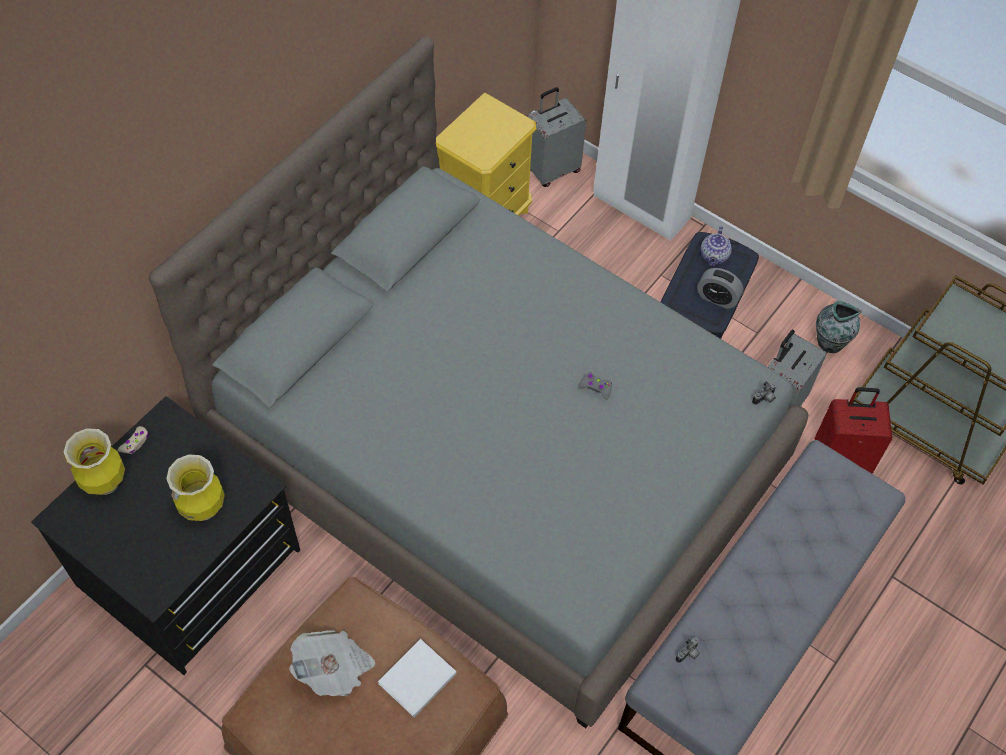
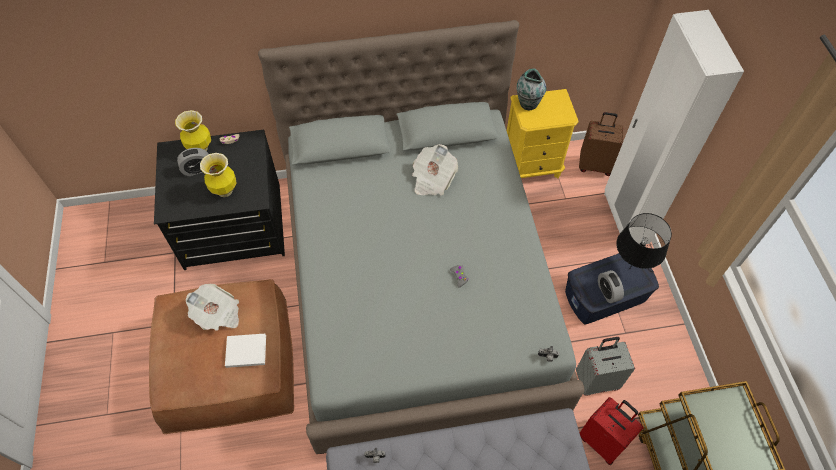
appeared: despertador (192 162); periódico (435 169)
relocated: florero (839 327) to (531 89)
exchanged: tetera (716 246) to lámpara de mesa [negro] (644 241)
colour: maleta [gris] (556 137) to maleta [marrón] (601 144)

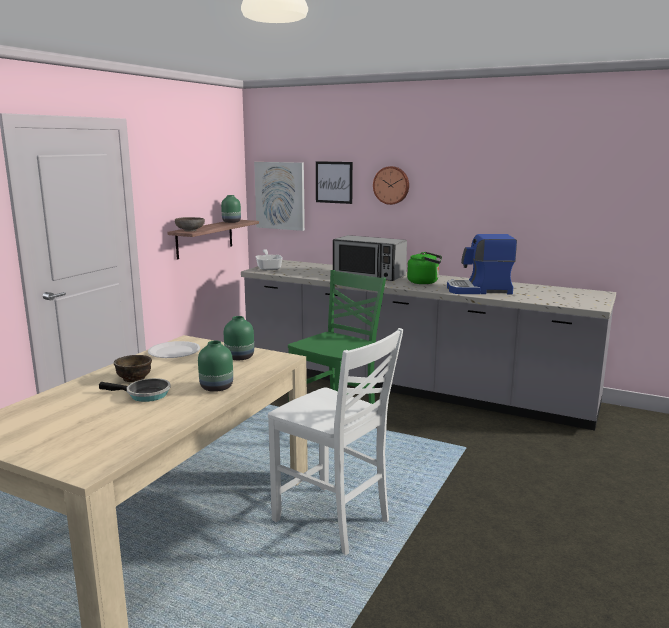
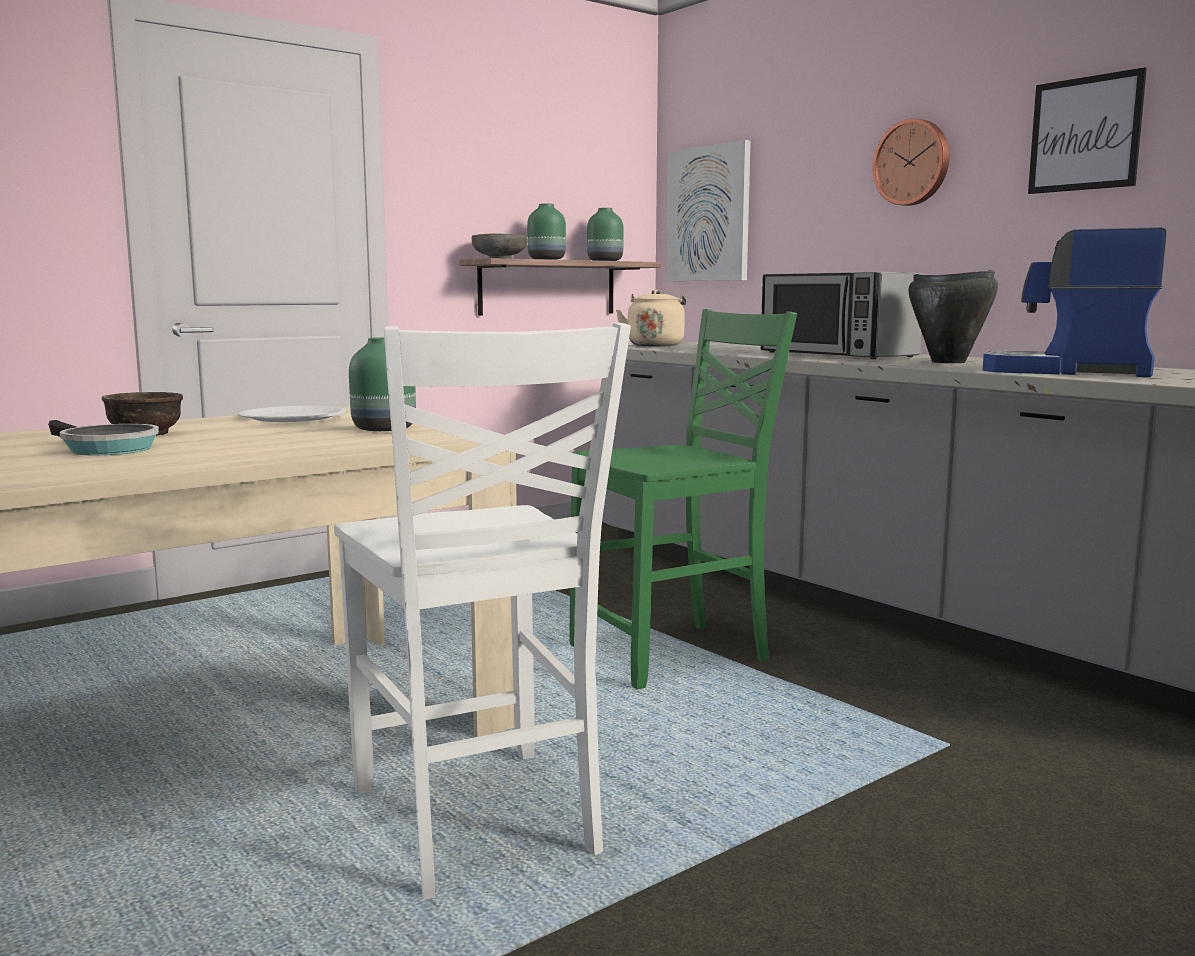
relocated: florero [verde] (215 366) to (546 231); cuadro (334 182) to (1087 130)
exchanged: sartén (269 260) to hervidor [beis] (651 318); hervidor [verde] (424 268) to olla [negro] (953 316)

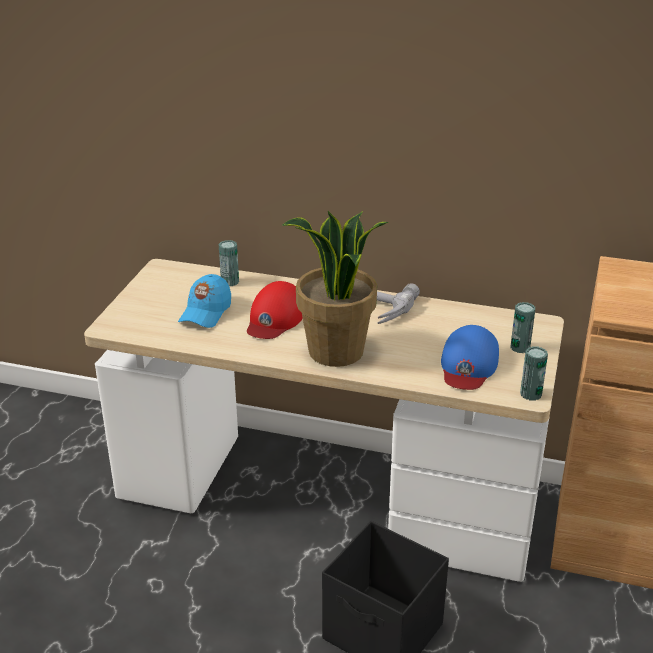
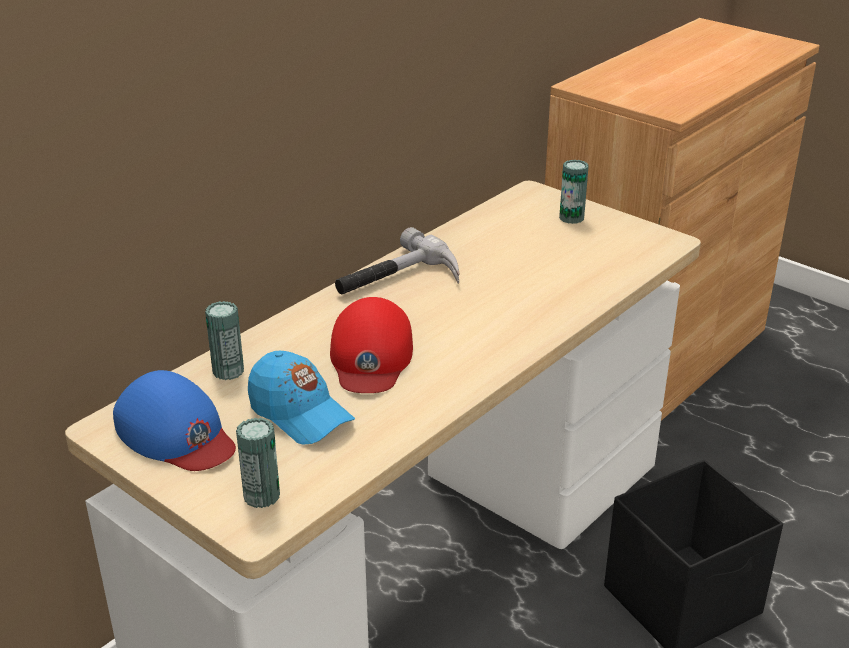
missing: planta en maceta (335 289)
relocated: gorra [azul] (470 357) to (174 420); lata (534 373) to (258 463)
spun: gorra [rojo] (275 310) = (371 345) 45 degrees clockwise

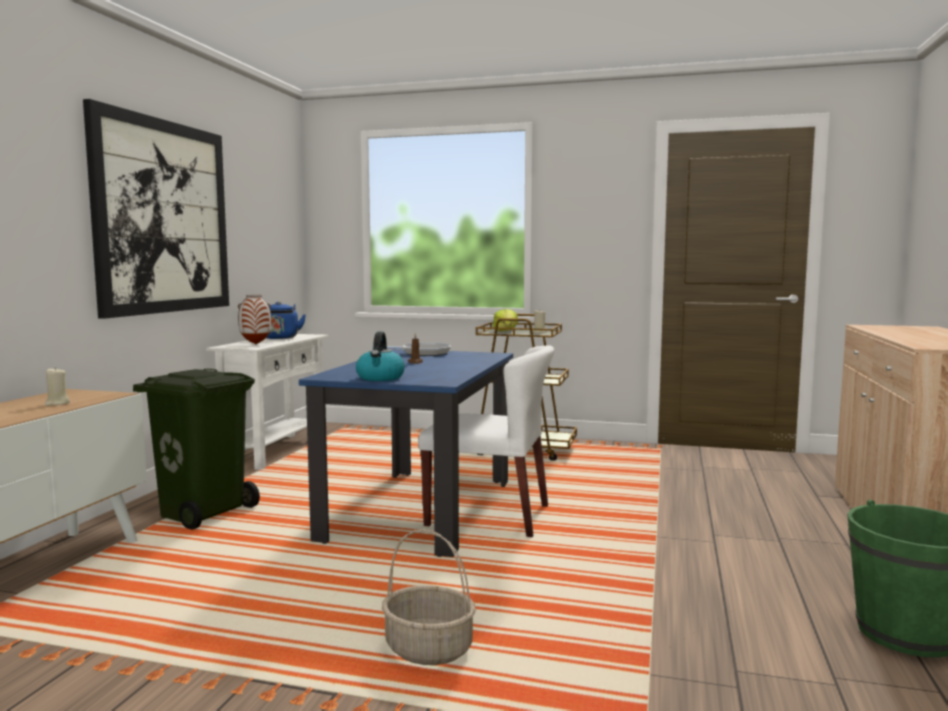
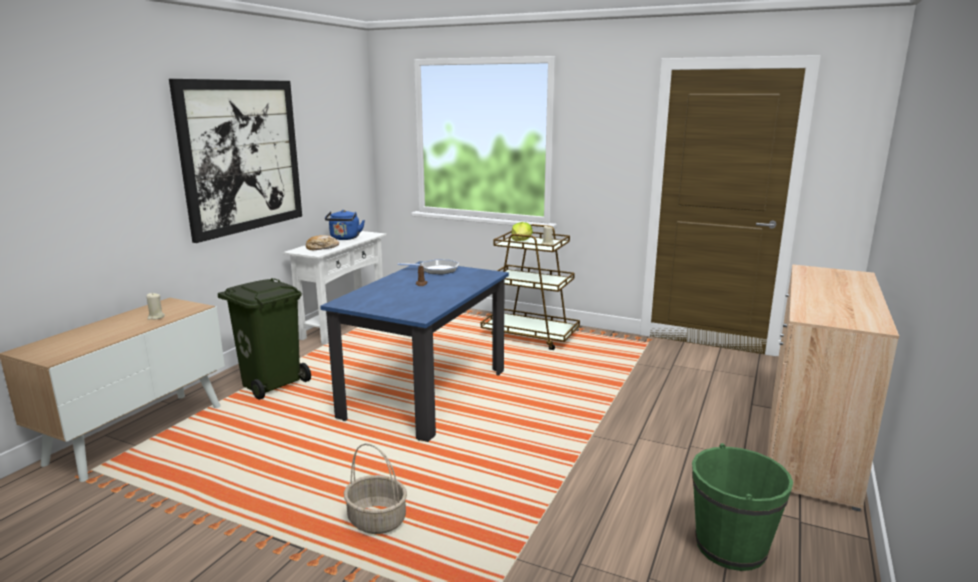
missing: hervidor (380 356); silla [blanco] (486 441)
exchanged: florero (255 319) to pan (322 242)

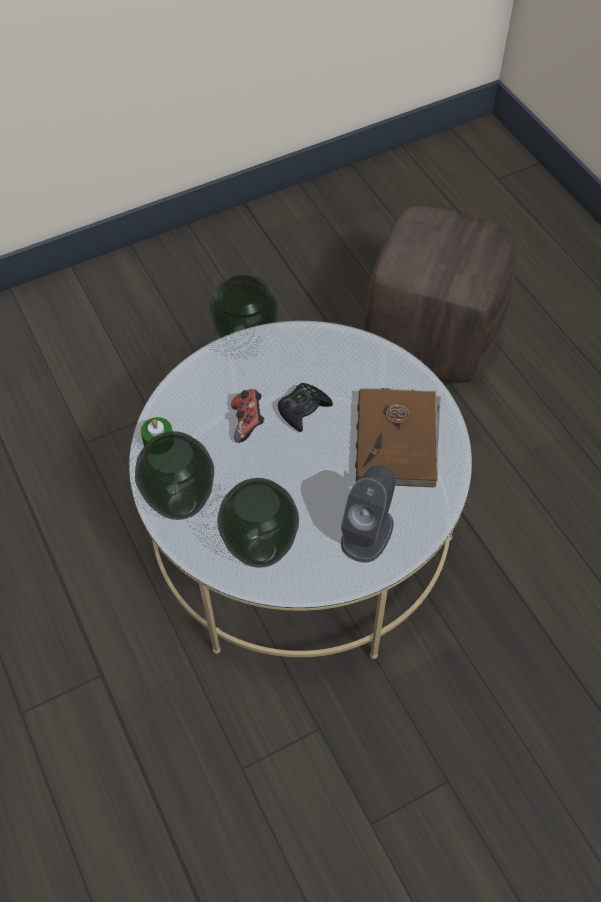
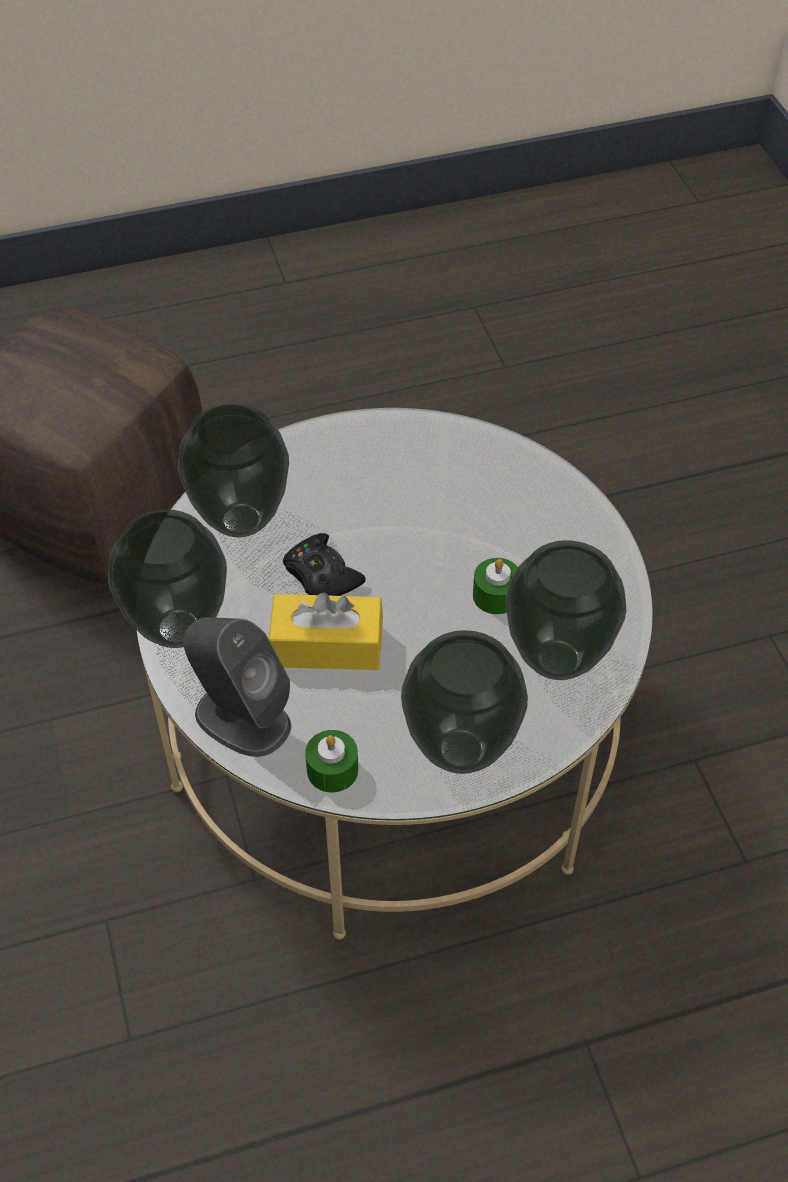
missing: libro [marrón] (397 437)
appeared: florero (233 470); vela [verde] (495 586)
relocated: altavoz [gris] (368 514) to (237 687)
exchanged: mando de consola (247 416) to caja de pañuelos [amarillo] (326 631)

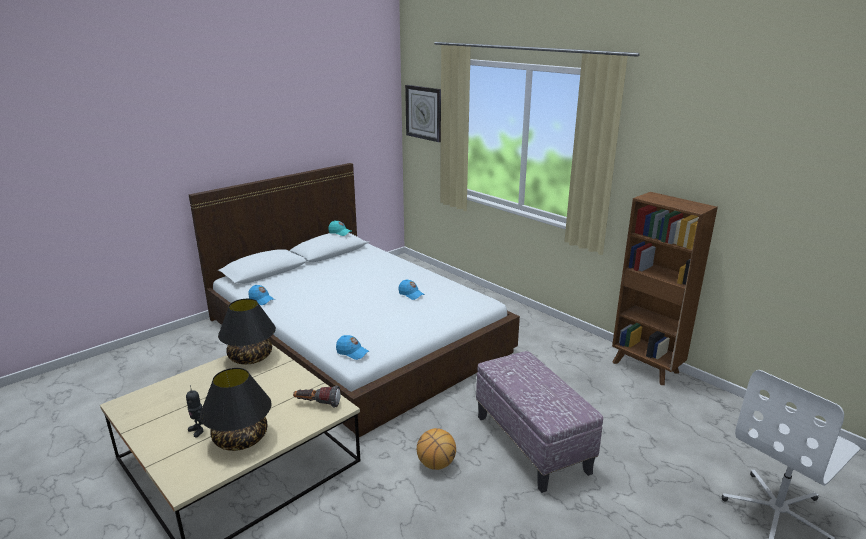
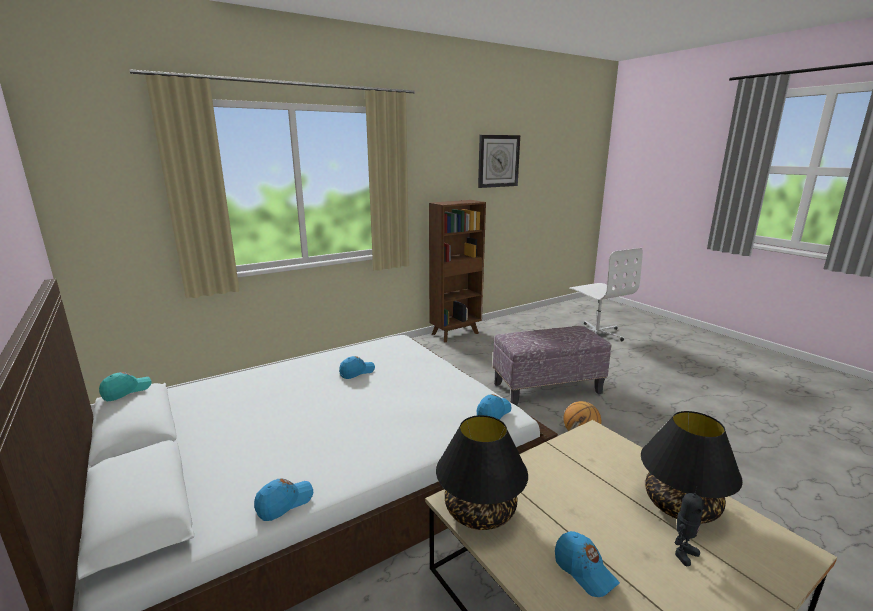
missing: linterna (317 396)
appeared: gorra [azul] (587 564)
relocated: reloj de pared (423 113) to (499 161)

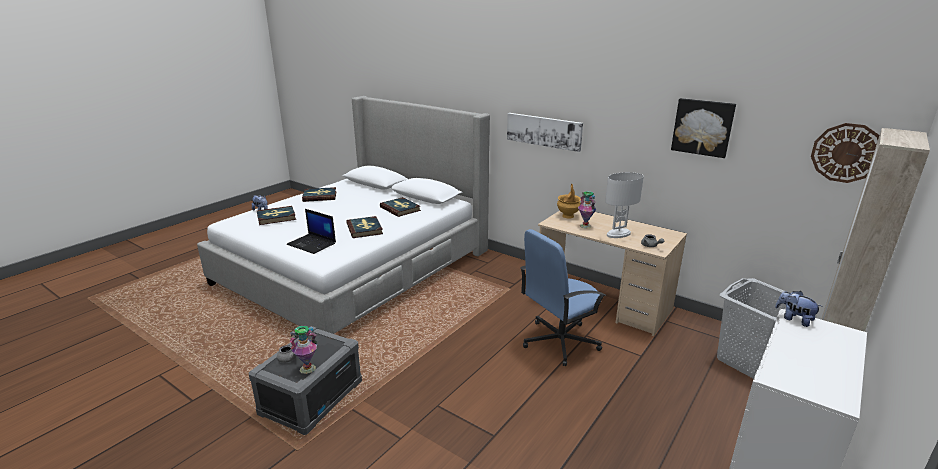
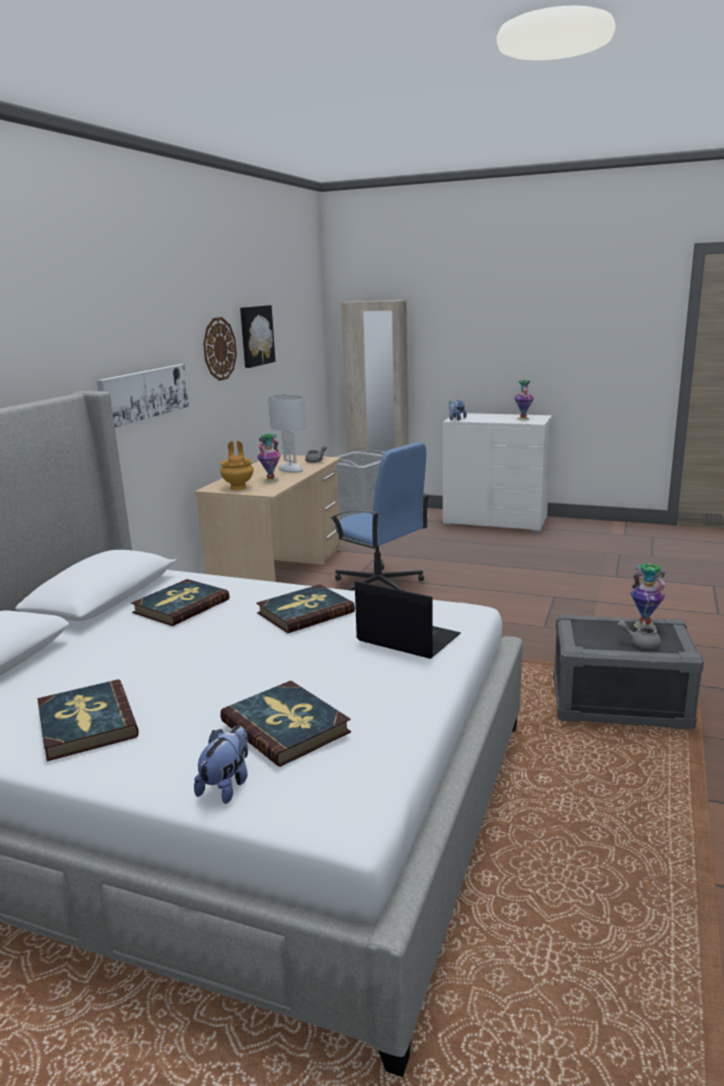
appeared: florero (524 400)
relocated: reloj de pared (845 153) to (220 349)
spun: portátil (311 231) = (408 620) 75 degrees counterclockwise

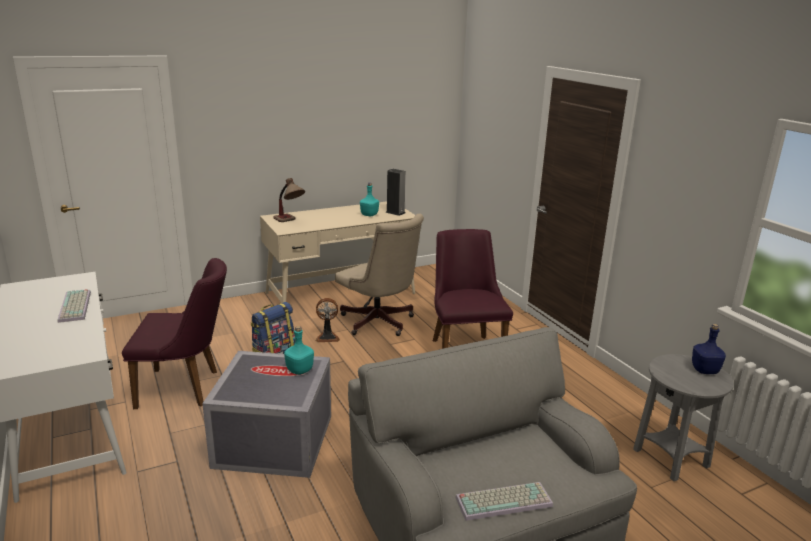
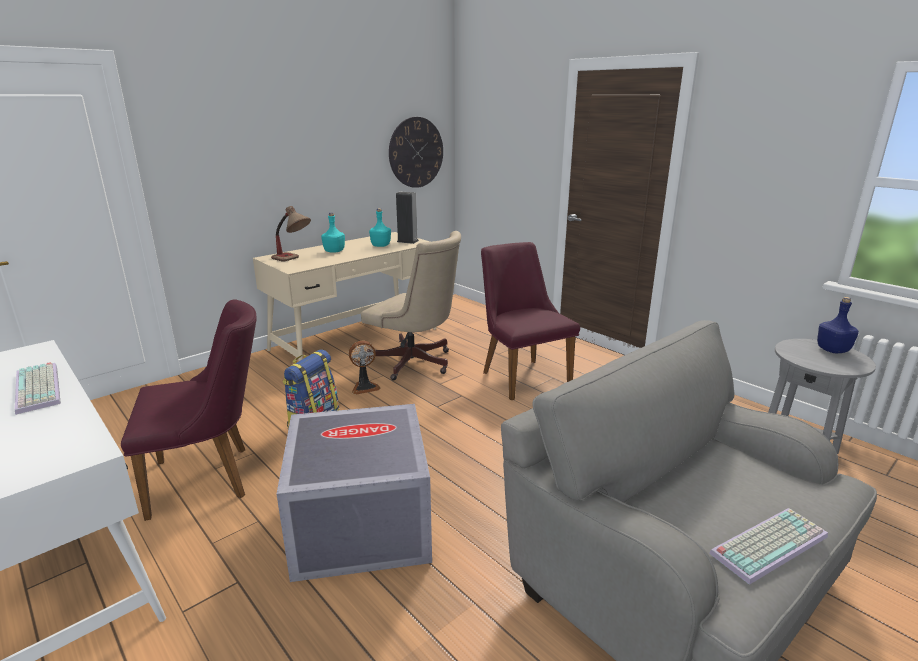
appeared: reloj de pared (416 152)
relocated: botella [turquesa] (299 350) to (333 233)

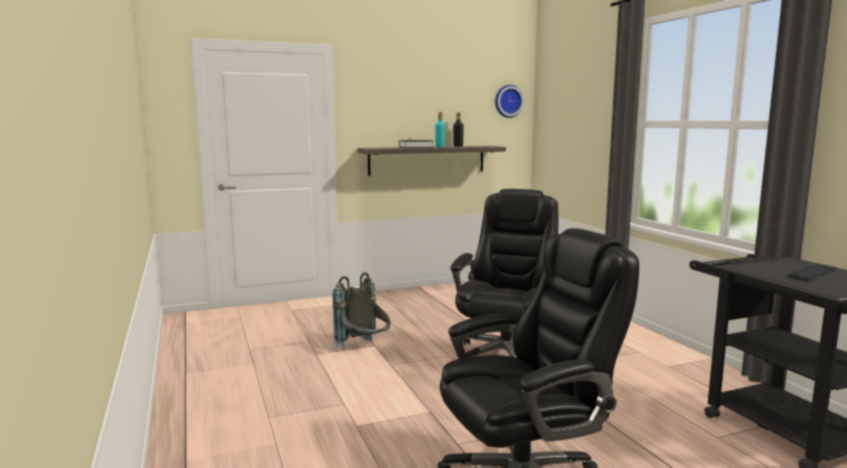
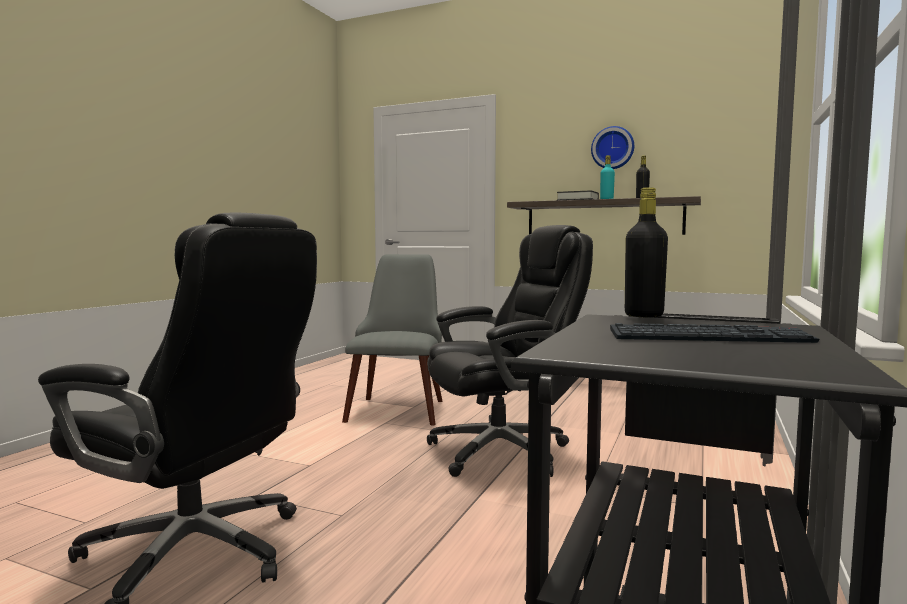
appeared: botella [negro] (646 252)
relocated: reloj de pared (509 101) to (612 147)
exchanged: mochila [gris] (361 310) to silla [gris] (392 339)

